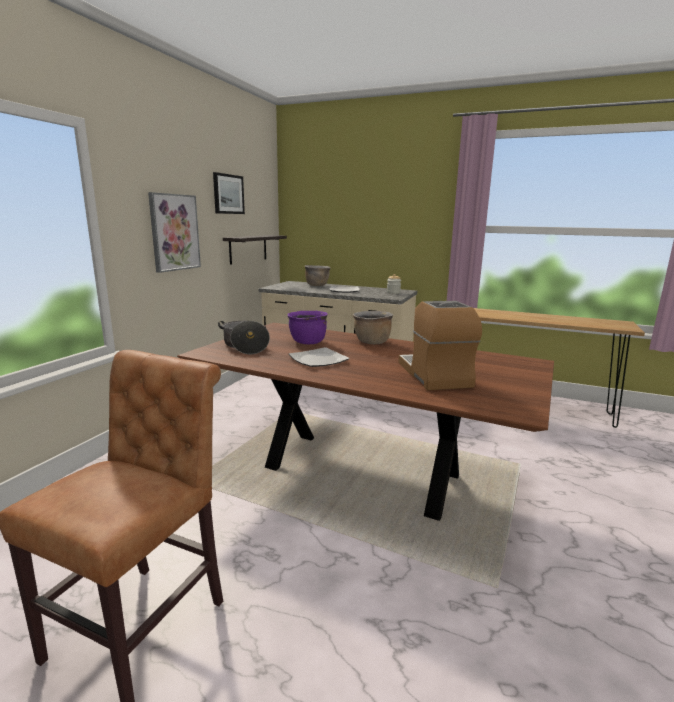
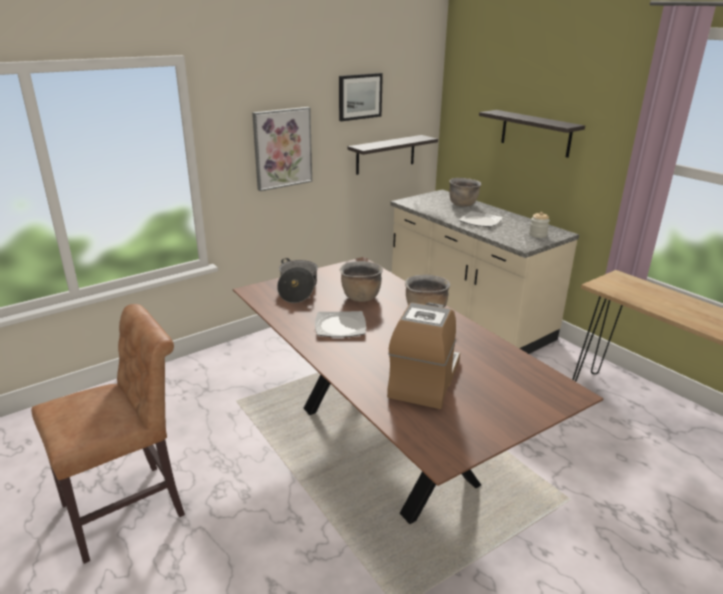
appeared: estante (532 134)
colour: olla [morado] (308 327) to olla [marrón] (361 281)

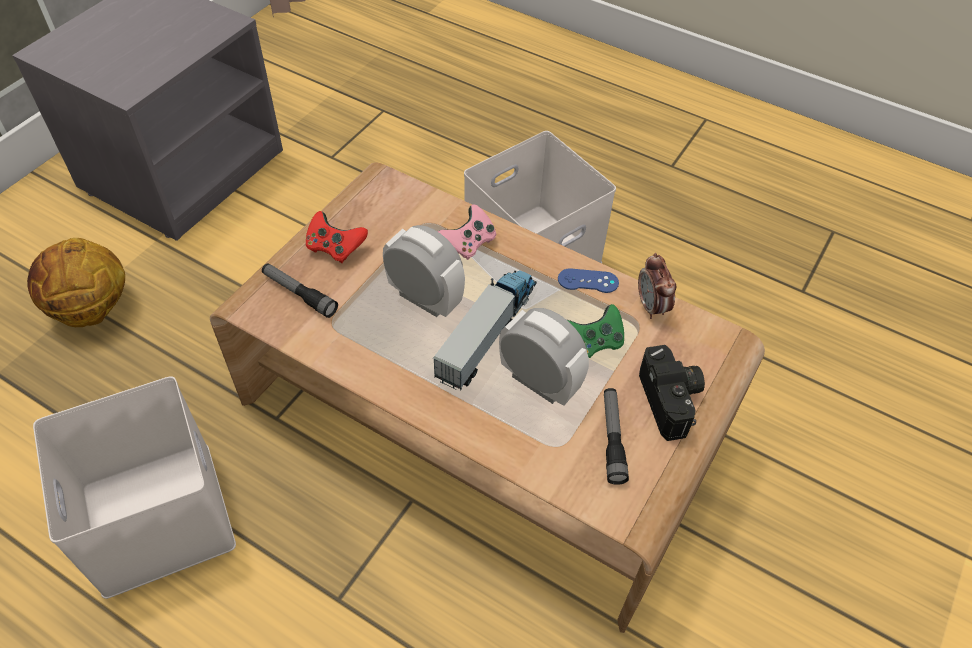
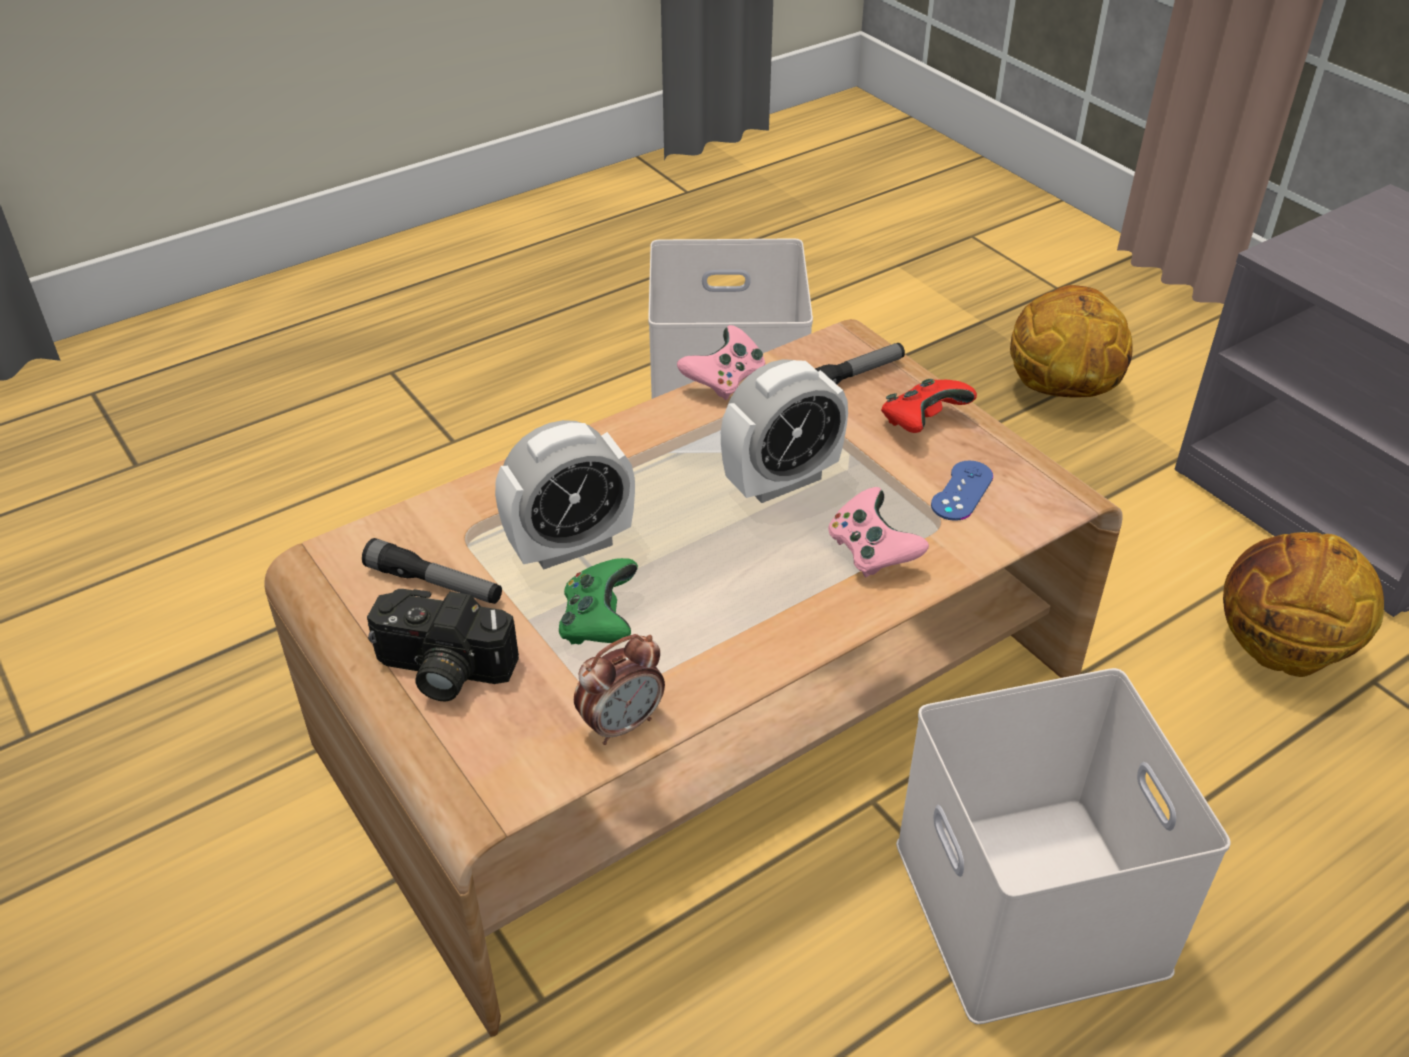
missing: camión de juguete (485 330)
appeared: mando de consola [rosa] (721 362); balón de baloncesto (1303 604)
relocated: mando de consola [azul] (588 281) to (962 490)
spun: despertador (657 286) = (619 689) 135 degrees clockwise

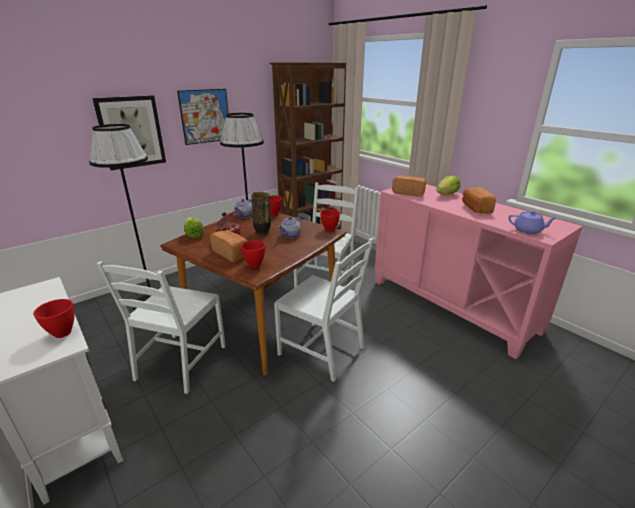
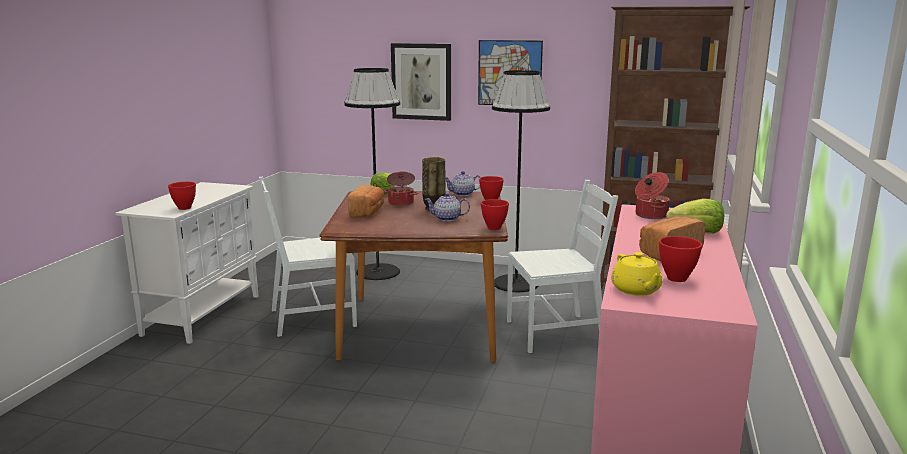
missing: silla [blanco] (324 310)
relocated: cuenco [rojo] (253 254) to (680 259)
exchanged: pan (409 186) to olla (652 195)
colour: tetera [morado] (532 222) to tetera [amarillo] (636 274)

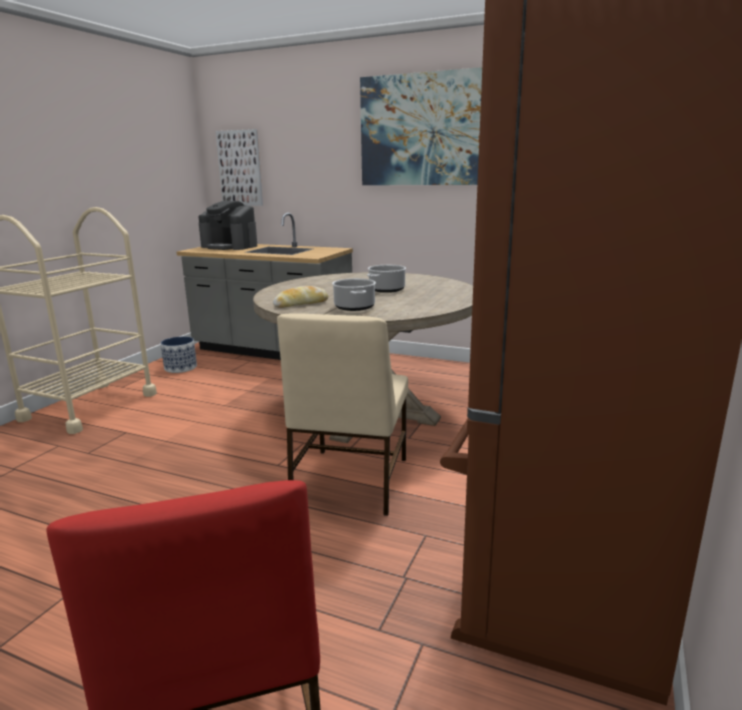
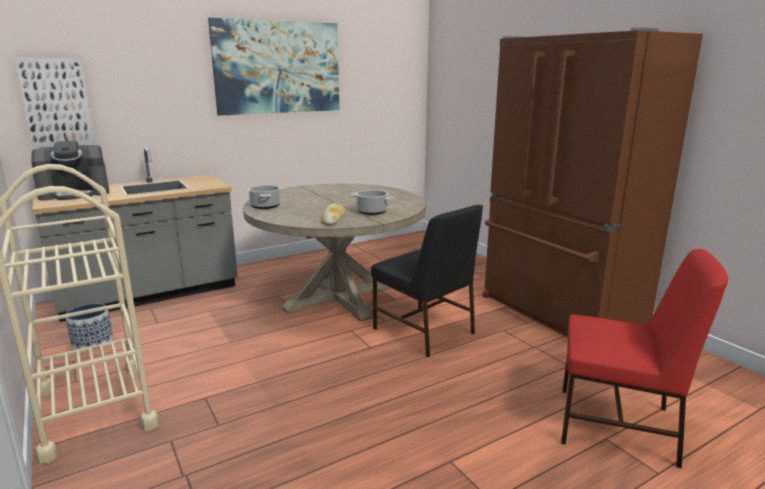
relocated: olla (386 279) to (264 197)
colour: silla [beis] (342 414) to silla [negro] (427 281)

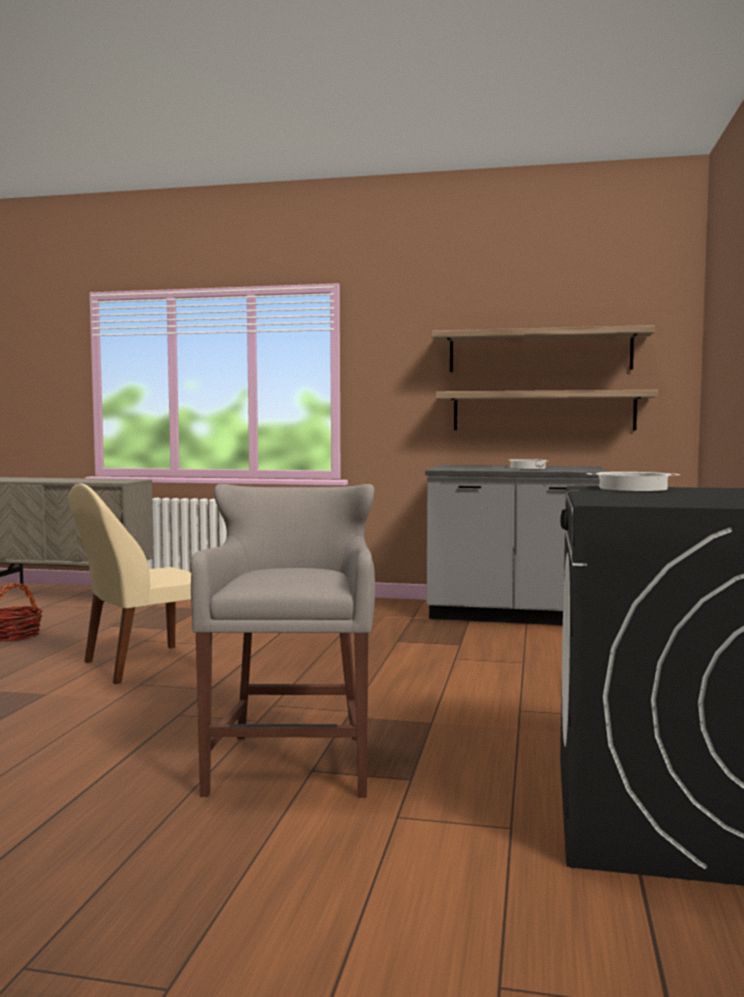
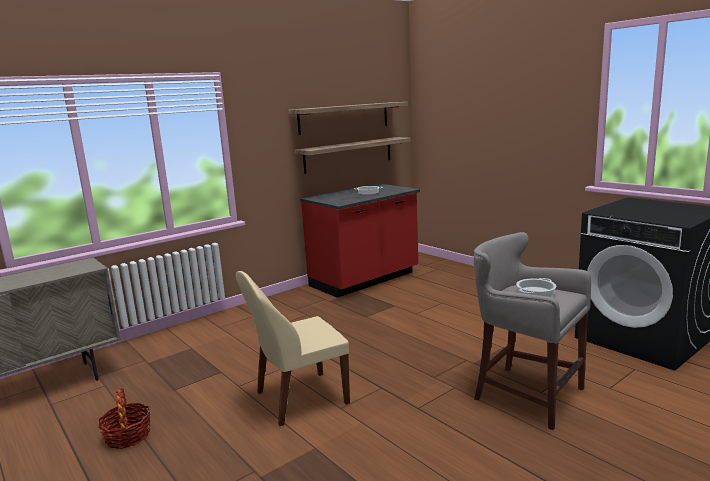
relocated: olla (633 481) to (536 287)
colour: mueble bajo de cocina [gris] (516 545) to mueble bajo de cocina [rojo] (360 240)
spun: silla [beis] (130 584) = (293 348) 60 degrees clockwise

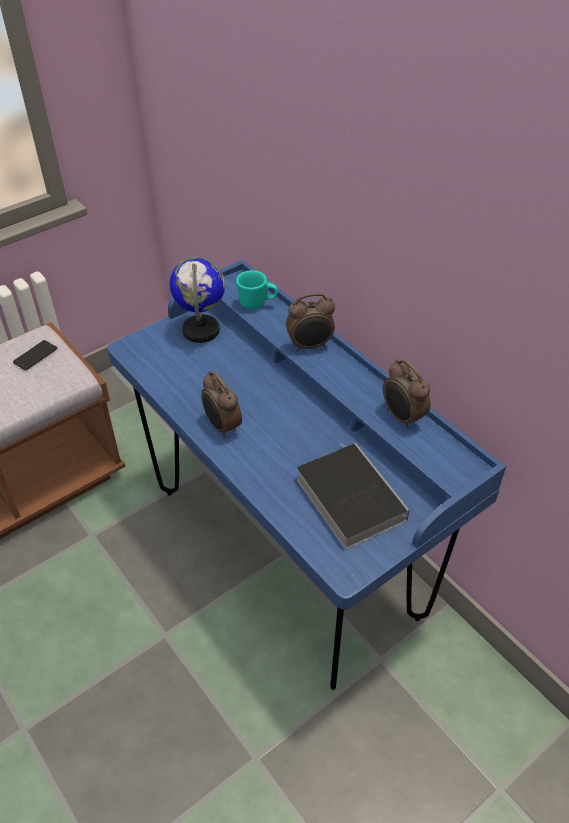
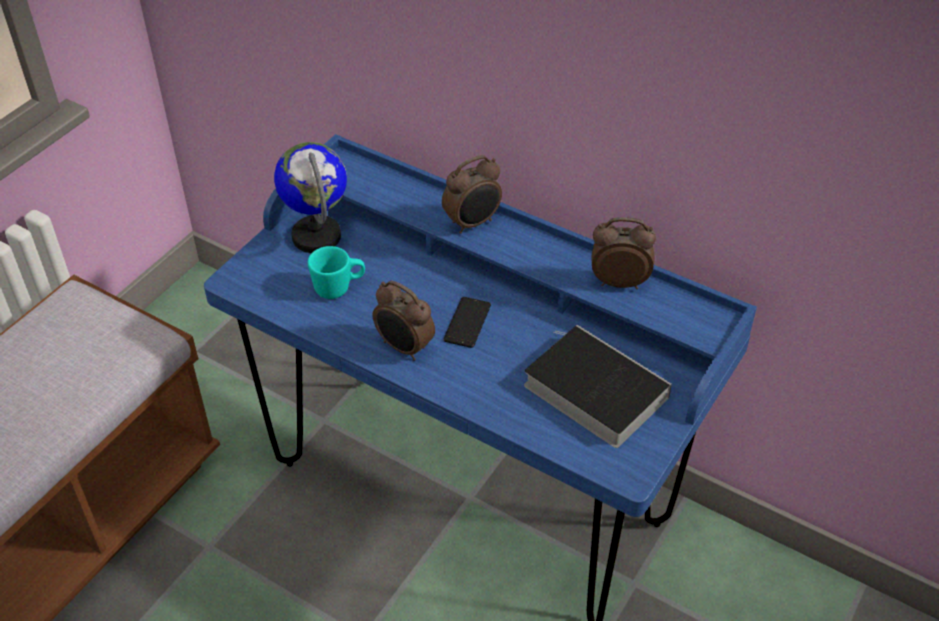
relocated: taza grande [turquesa] (257 290) to (336 272); móvil (35 355) to (467 322)
spun: despertador (406 394) = (623 253) 150 degrees clockwise

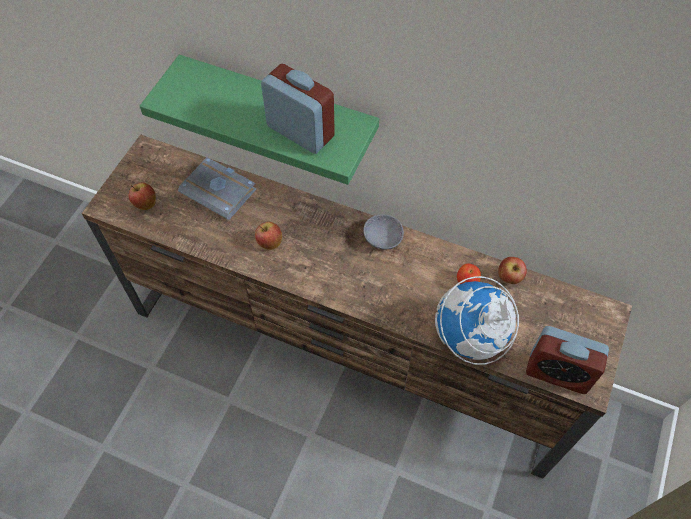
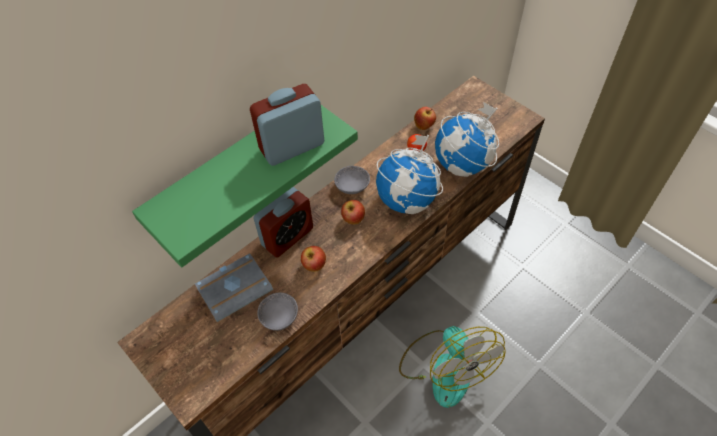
appeared: cuenco [gris] (277 311); globo terráqueo (409 174); ventilador (452 367)
relocated: despertador (567 360) to (283 222); manzana (142 196) to (353 212)

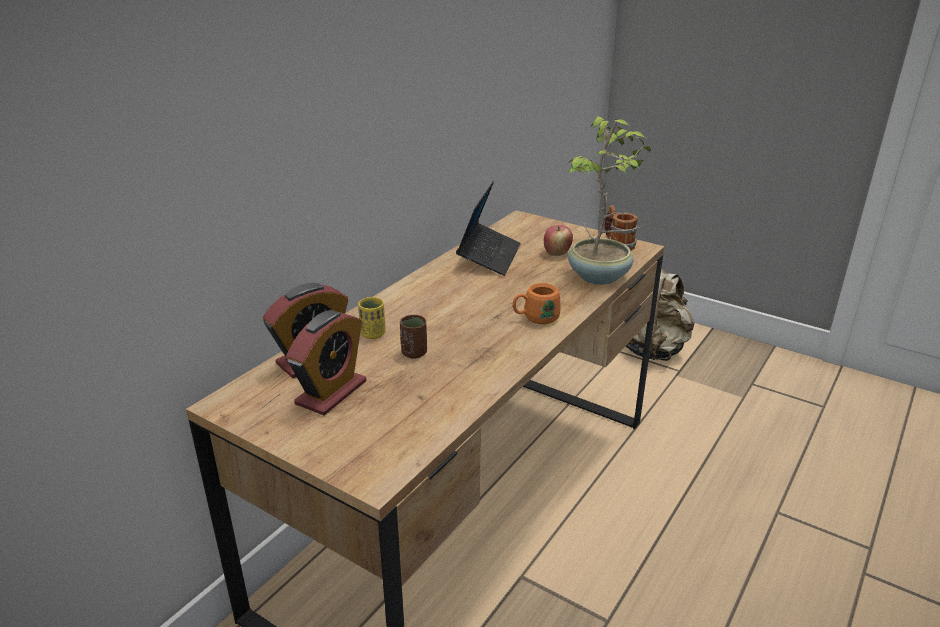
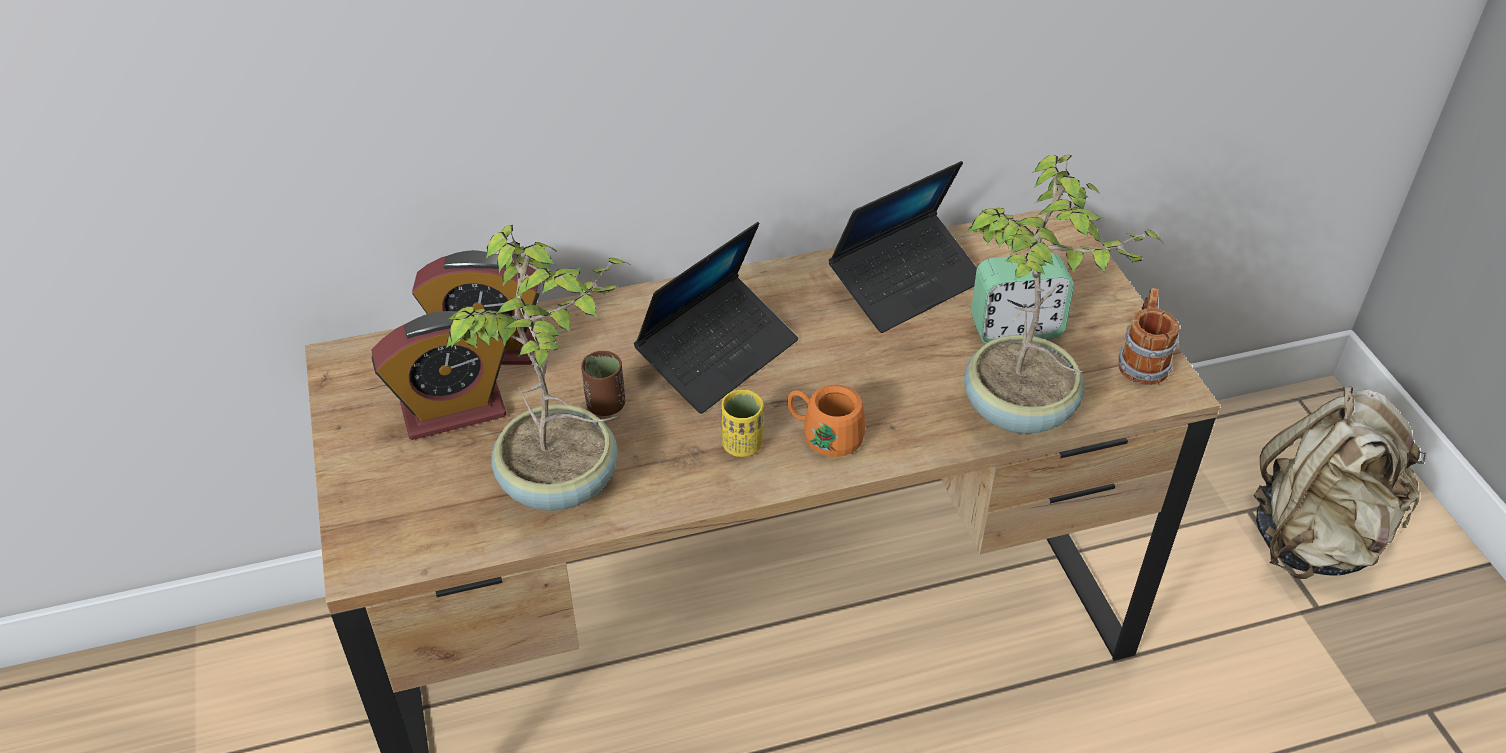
appeared: planta en maceta (537 368); portátil (716 318)
relocated: taza [amarillo] (372 318) to (742 423)
exchanged: manzana (558 240) to despertador (1022 298)

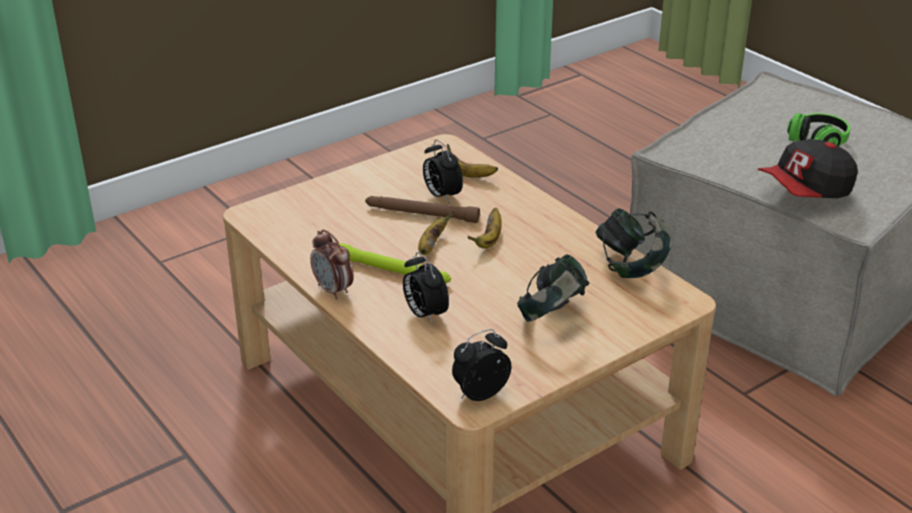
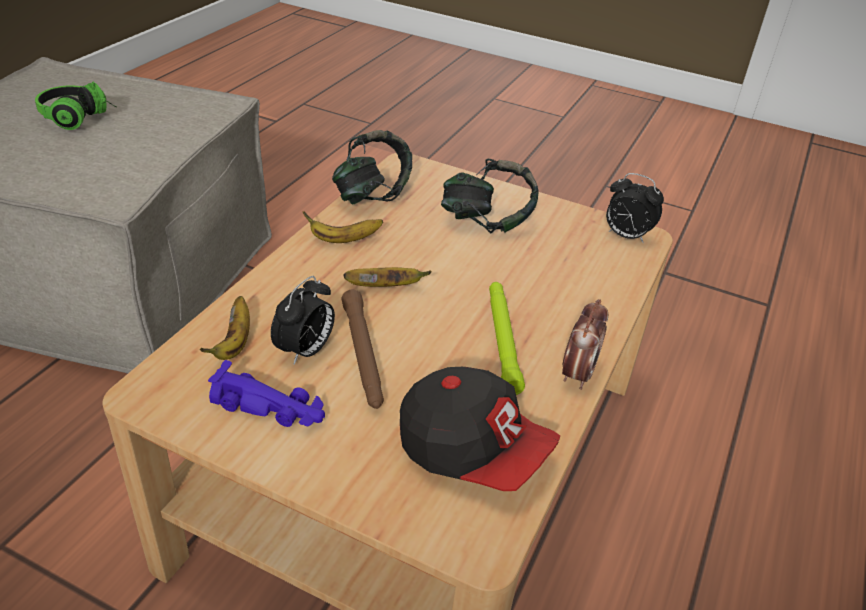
missing: despertador (426 288)
appeared: coche de juguete [morado] (266 393)
relocated: plátano (436 233) to (343 227); gorra (808 168) to (480 429)

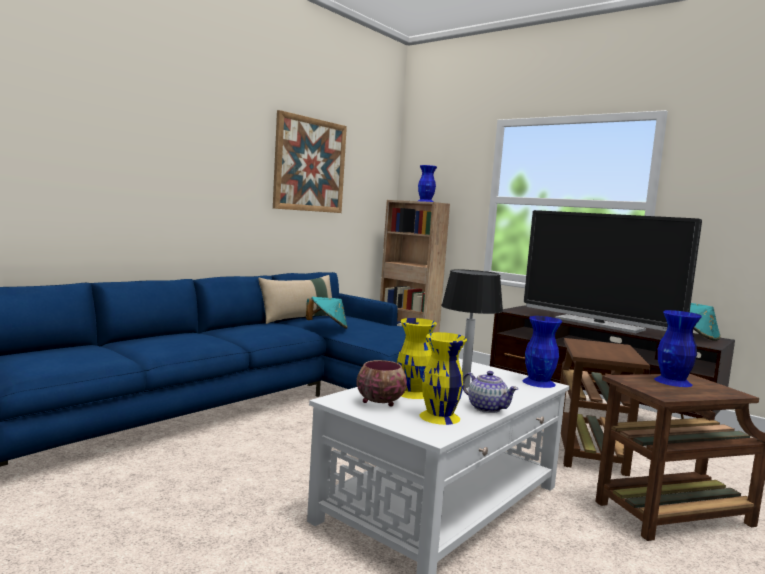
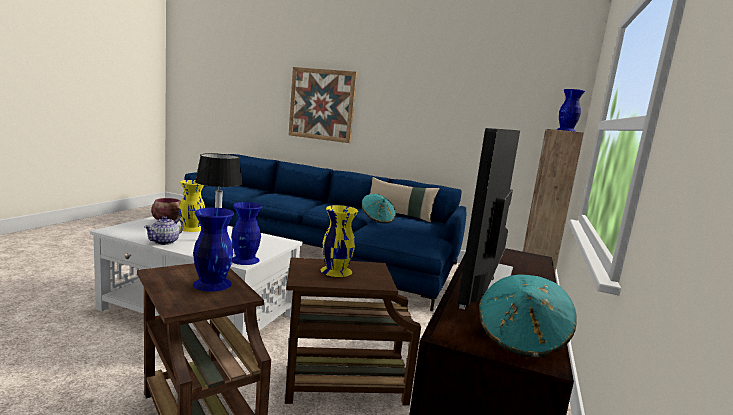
relocated: cuadro (310 161) to (323 105); florero [amarillo] (443 378) to (339 241)

